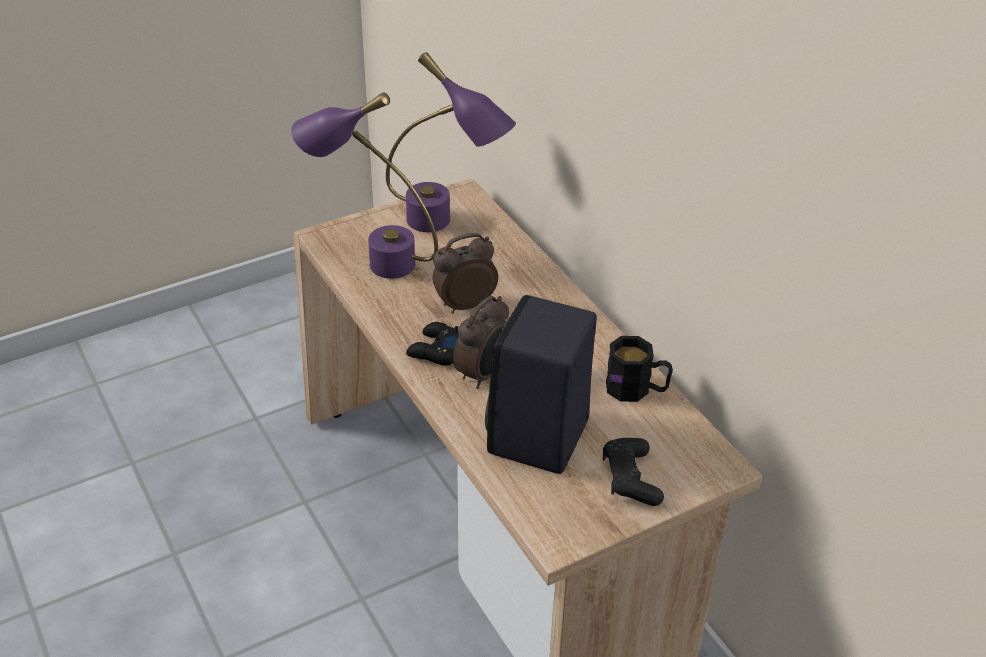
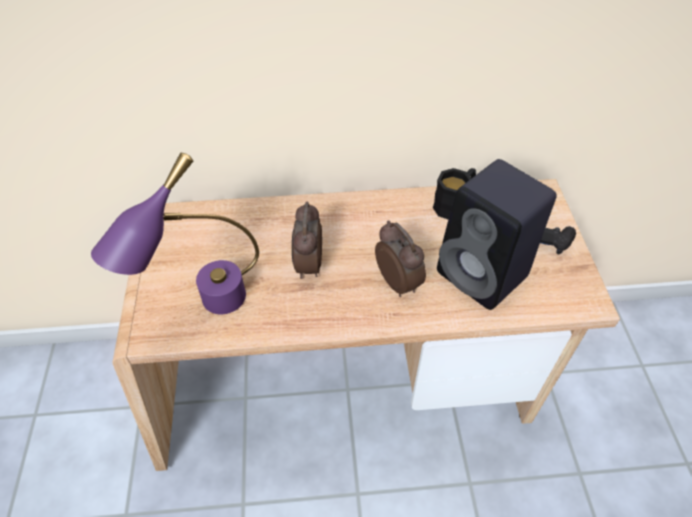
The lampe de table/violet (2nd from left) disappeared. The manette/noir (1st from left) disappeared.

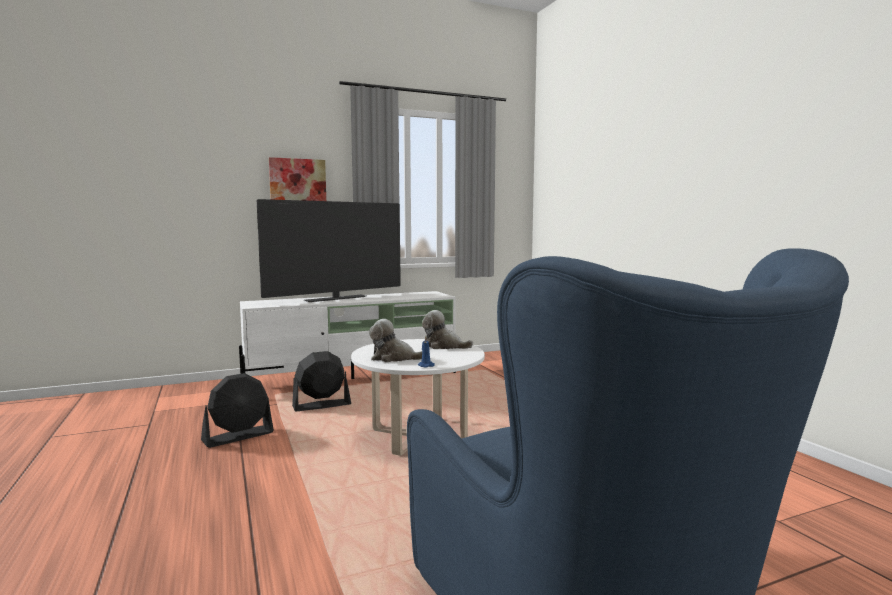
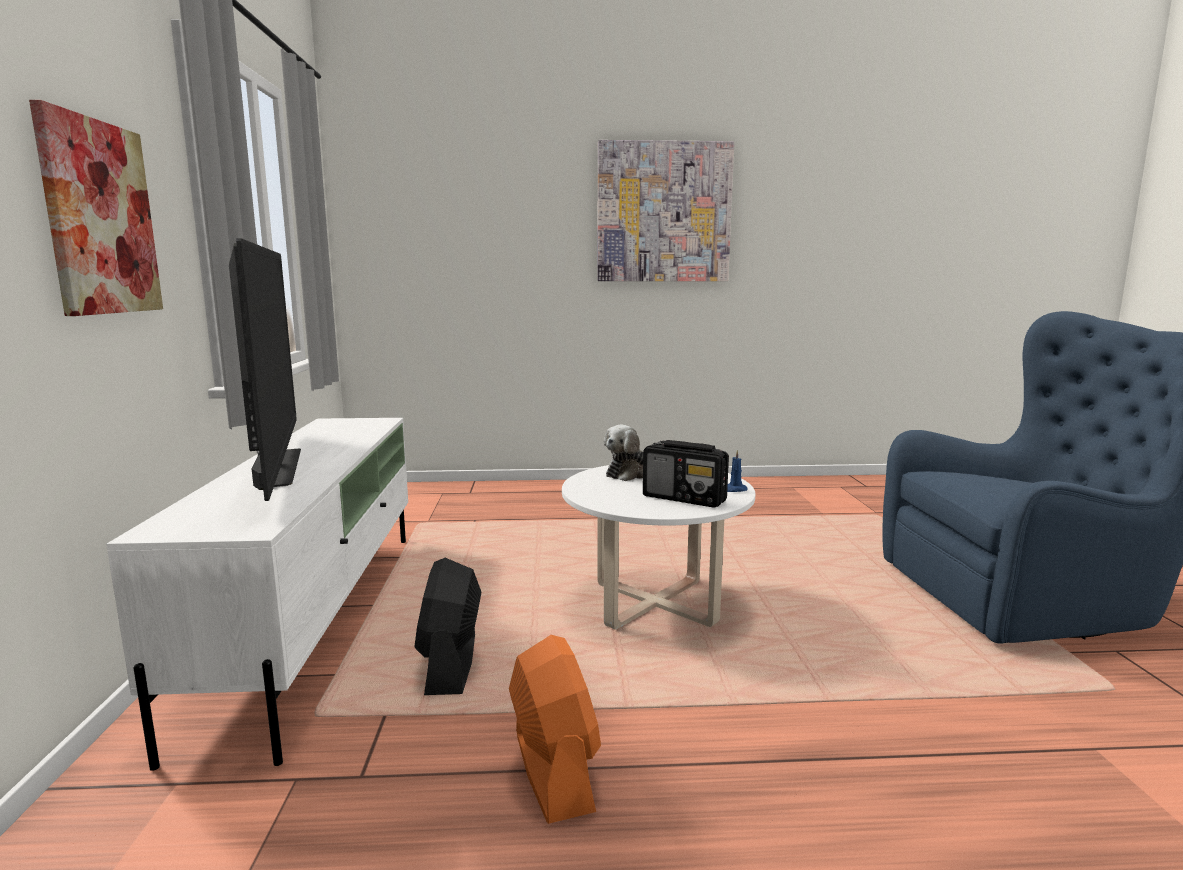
The peluche (1st from left) was replaced by the radio. The ventilateur/noir (1st from left) became the ventilateur/orange. The tableau (2nd from left) appeared.

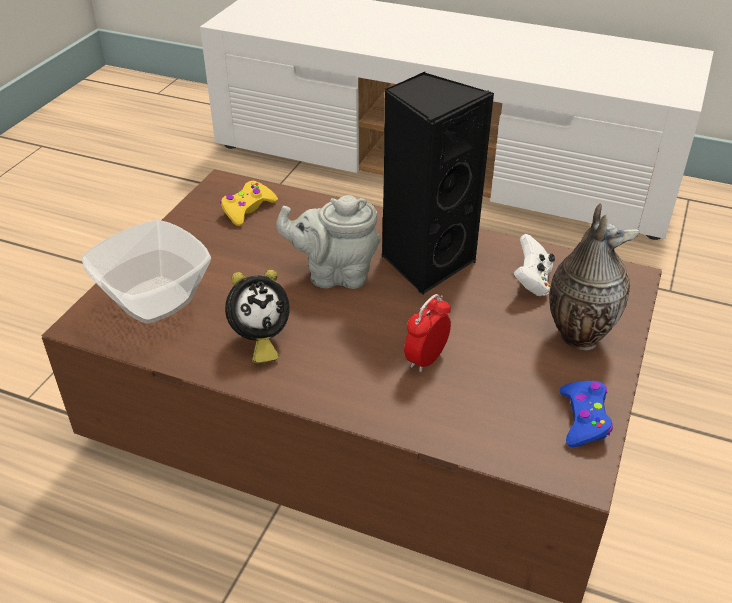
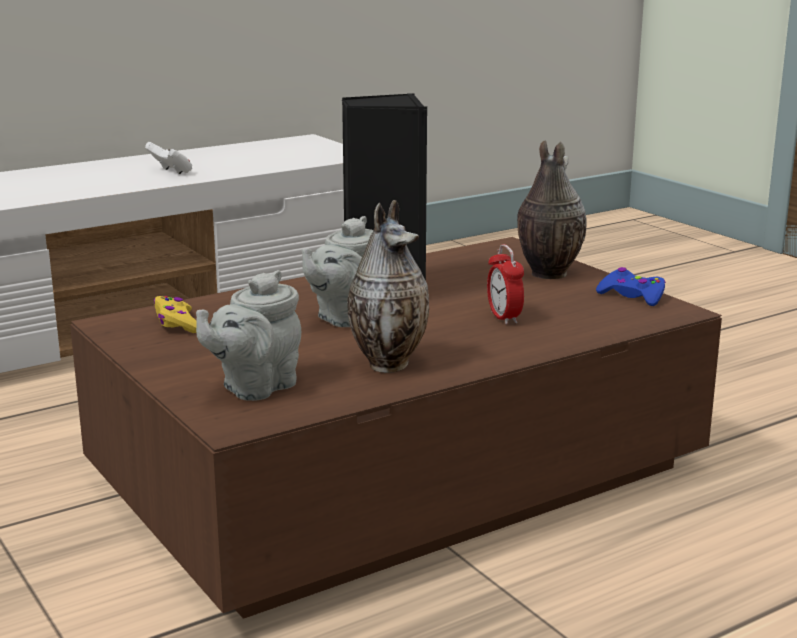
The bol was replaced by the théière/gris (1st from left). The manette/blanc moved. The réveil (1st from left) was replaced by the vase (1st from left).

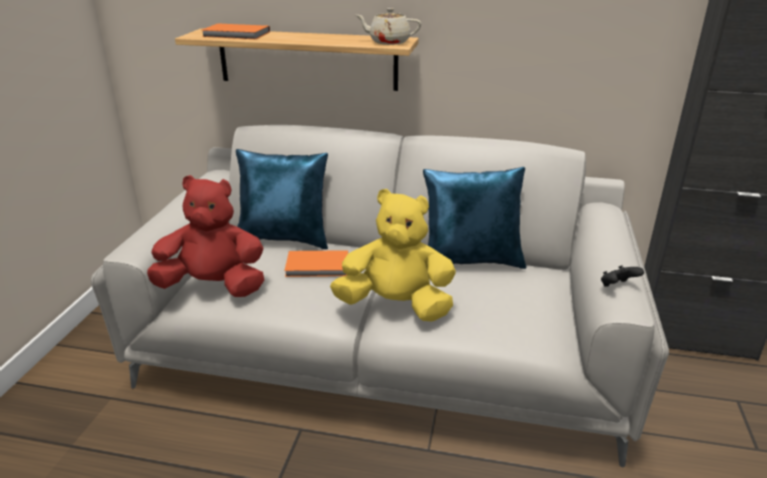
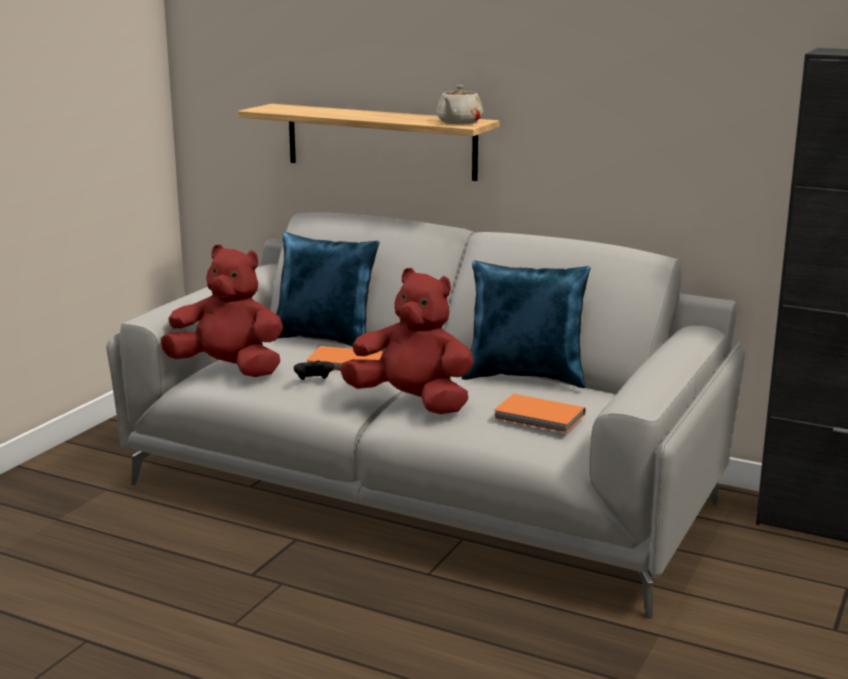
The théière/beige turned 90 degrees counterclockwise. The livre/orange (1st from left in the first image) moved. The peluche/jaune became the peluche/rouge (2nd from left). The manette/noir moved.

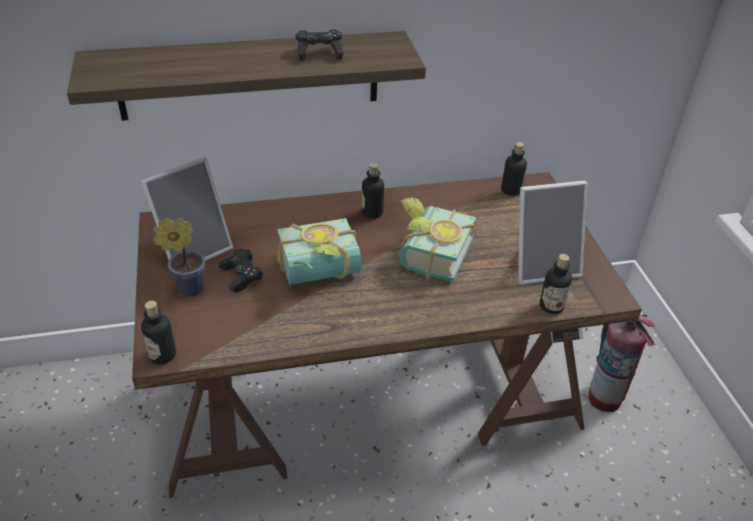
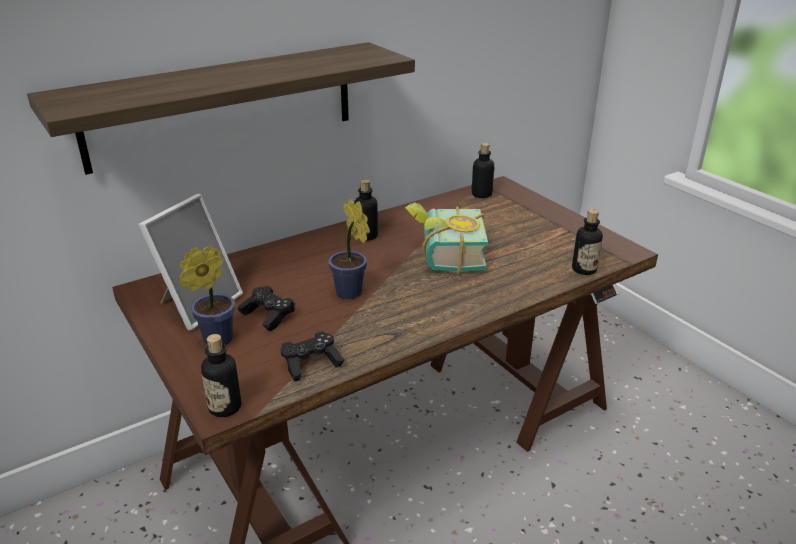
The manette/noir (2nd from left) moved. The cadre photo (2nd from left) disappeared. The livre (1st from left) was replaced by the plante en pot (2nd from left). The extincteur disappeared.

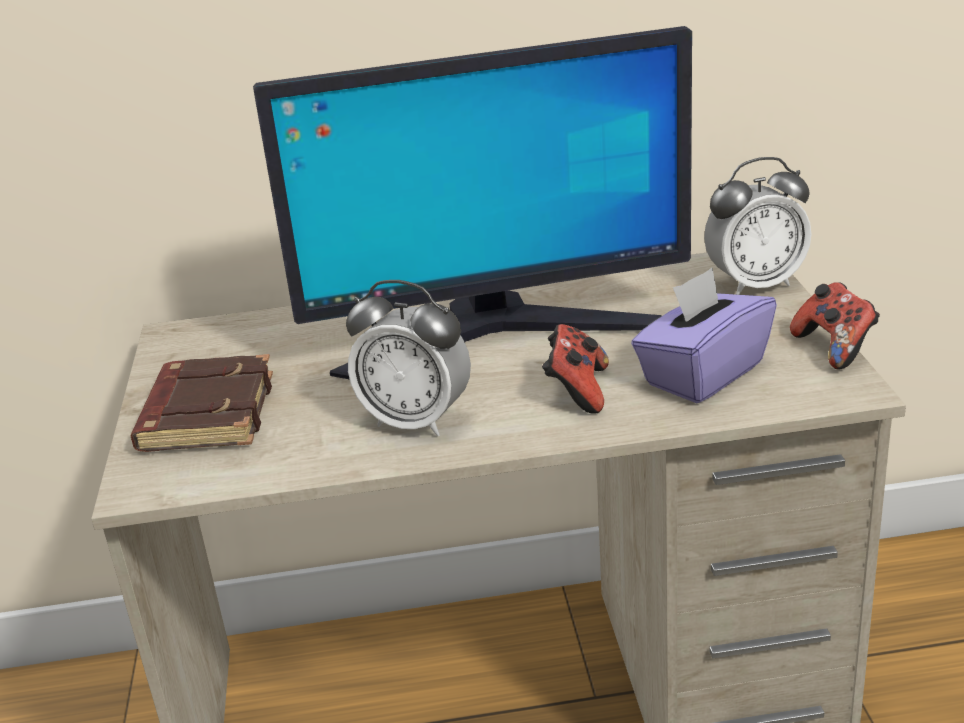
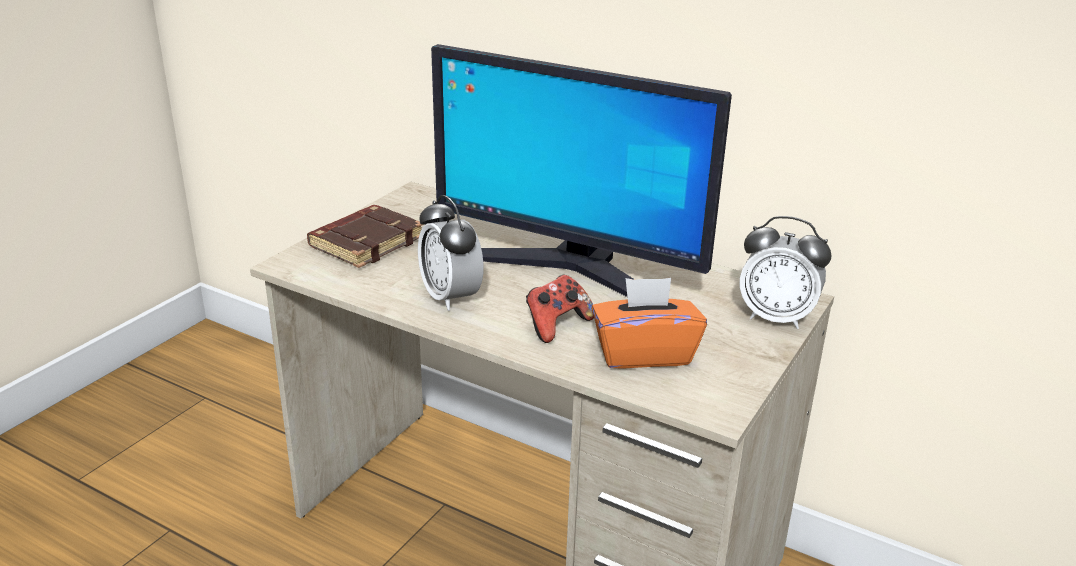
The boîte à mouchoirs/violet became the boîte à mouchoirs/orange. The manette (2nd from left) disappeared.

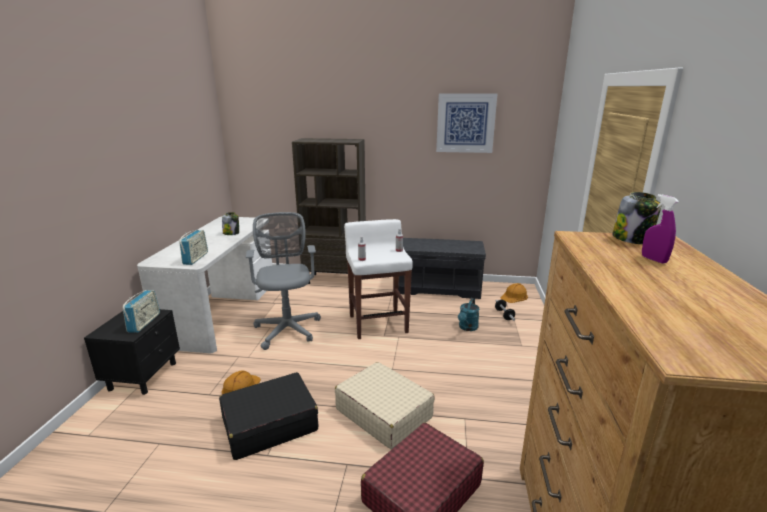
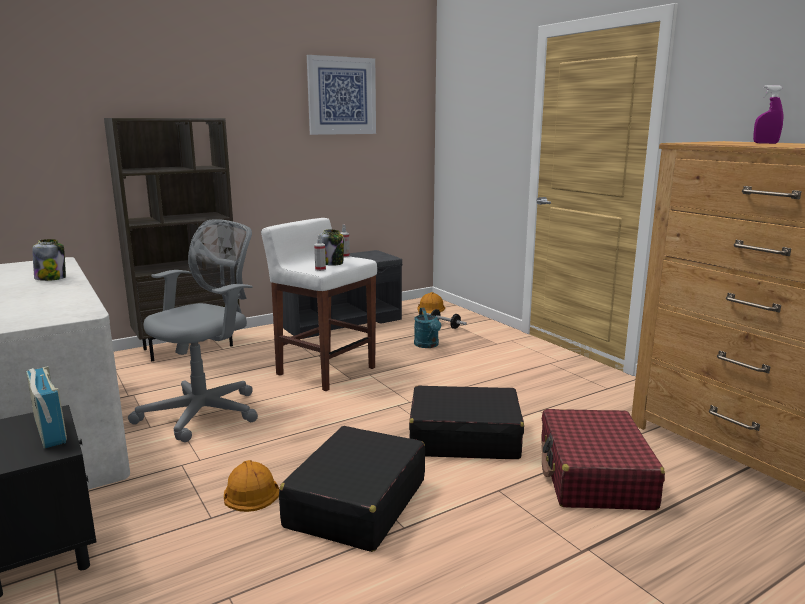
The bocal (2nd from left) moved. The chaise de bureau/gris turned 90 degrees clockwise. The radio (2nd from left) disappeared. The valise/beige became the valise/noir (2nd from left).

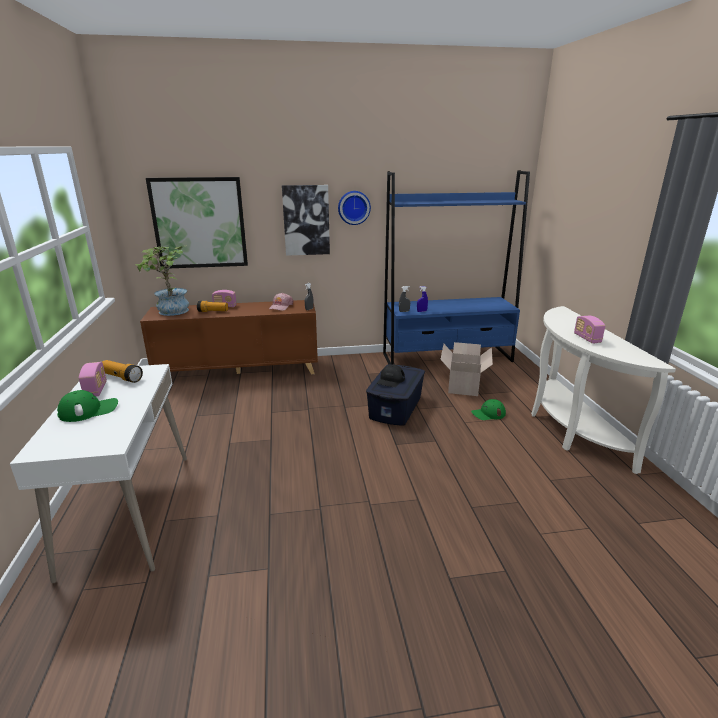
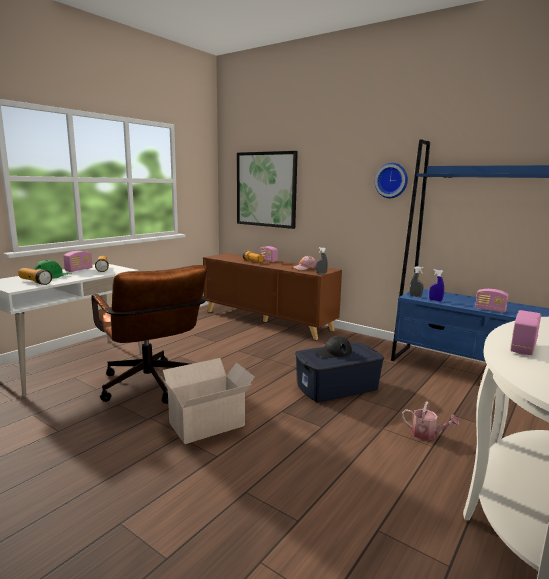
The tableau (2nd from left) disappeared. The plante en pot disappeared. The carton moved. The casquette/vert (2nd from left) was replaced by the arrosoir. The chaise de bureau/marron appeared. The lampe de poche (1st from left) appeared. The radio (3rd from left) appeared.

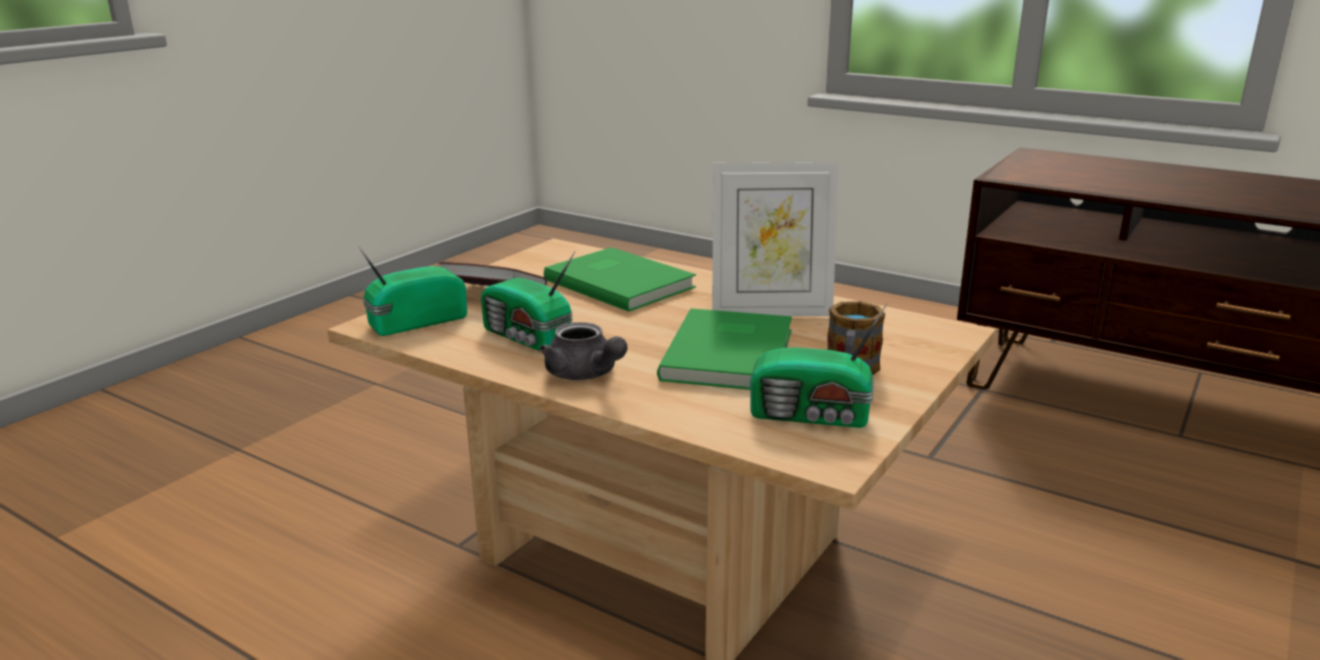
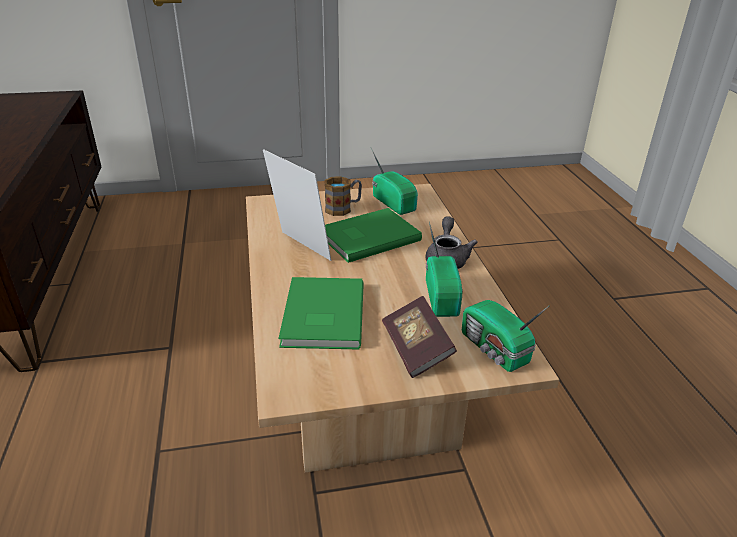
The radio (1st from left in the first image) turned 45 degrees clockwise.

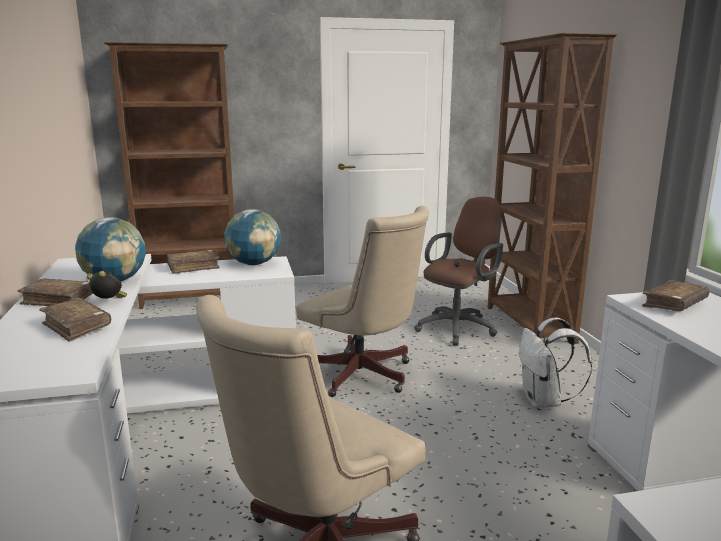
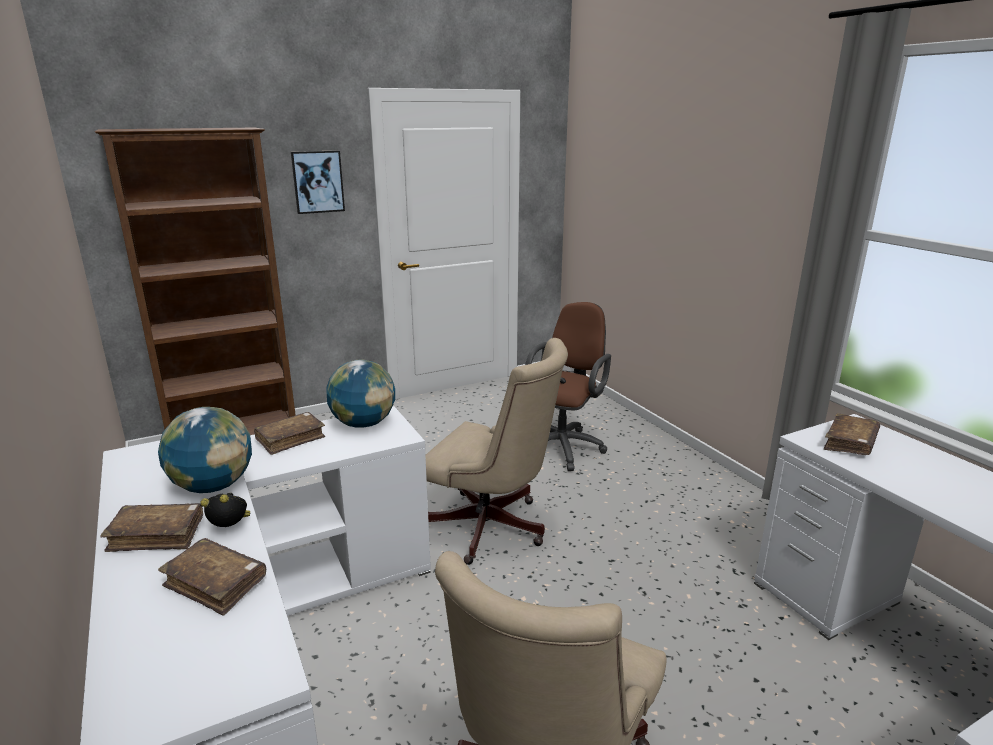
The bibliothèque/marron (2nd from left) disappeared. The sac à dos/blanc disappeared. The tableau appeared.

